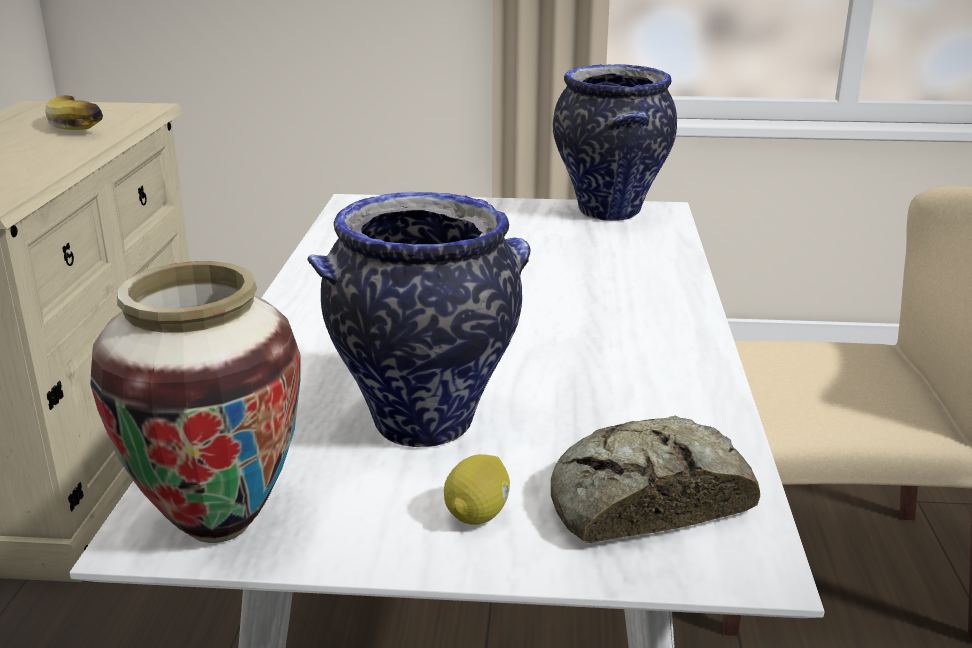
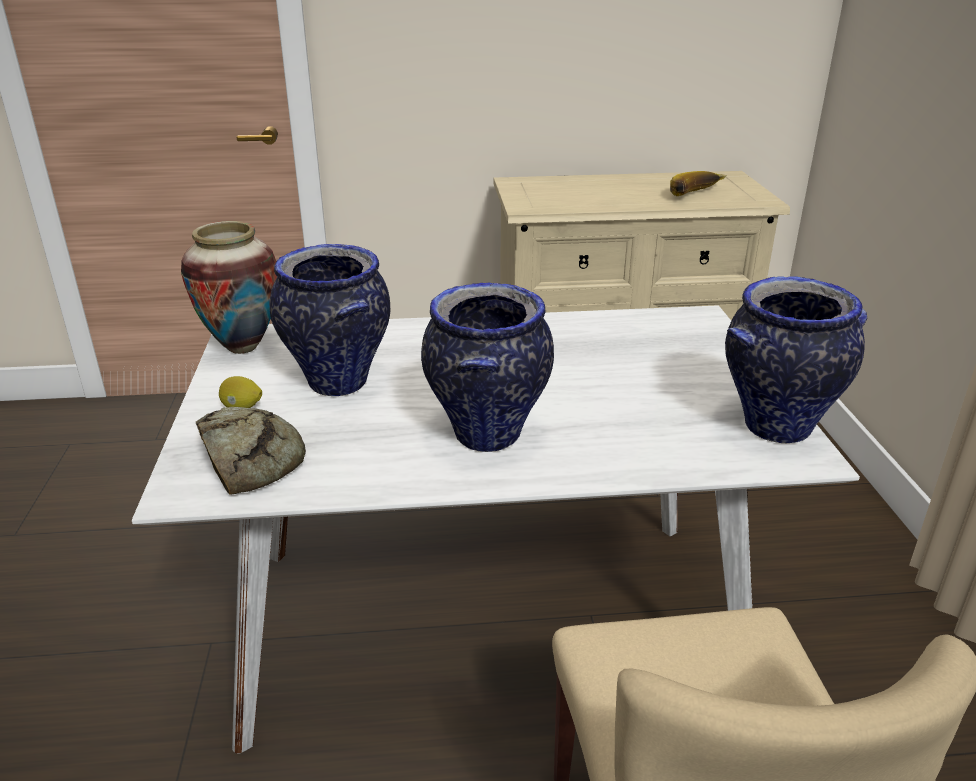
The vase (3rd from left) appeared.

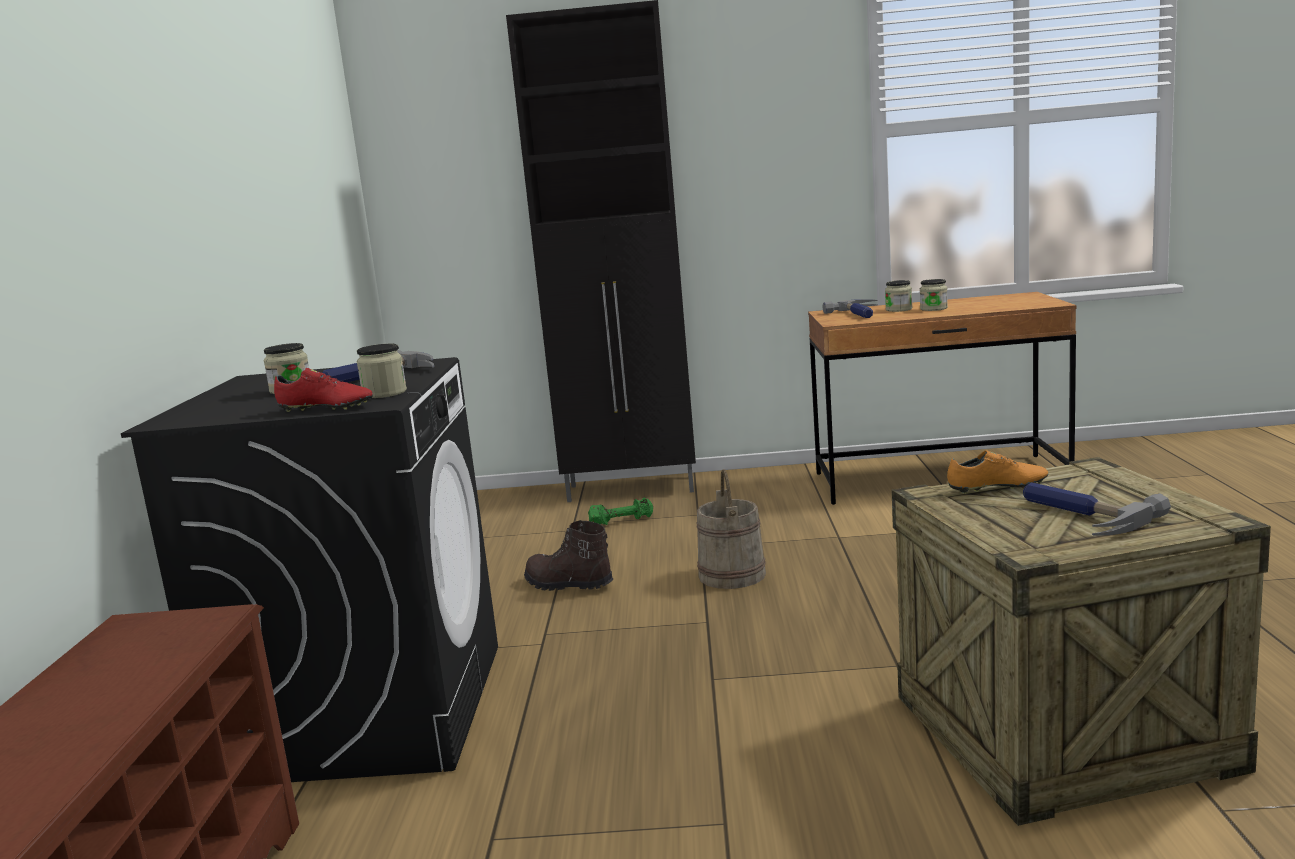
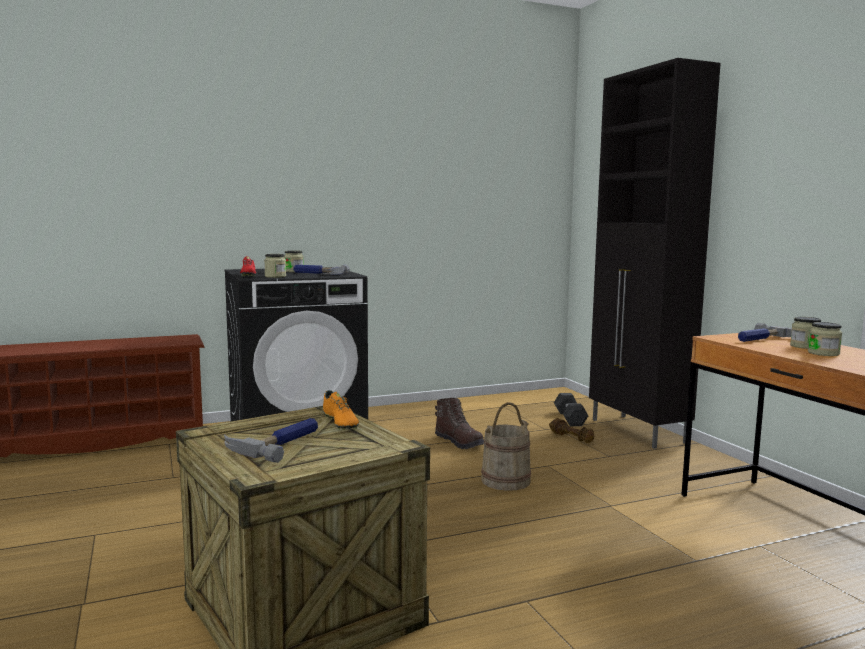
The haltère/vert became the haltère/marron. The botte/marron turned 135 degrees clockwise. The haltère/gris appeared.

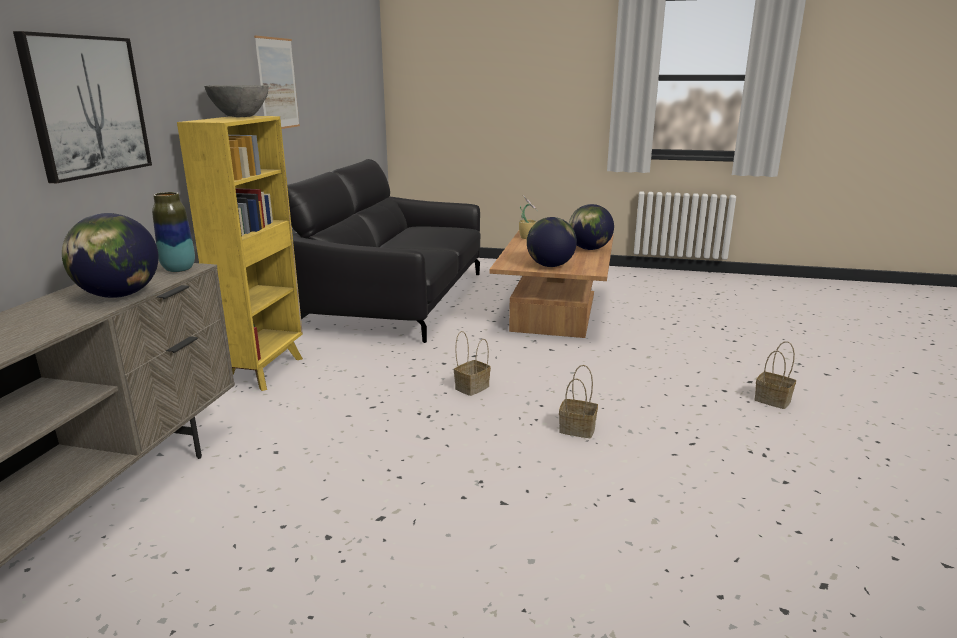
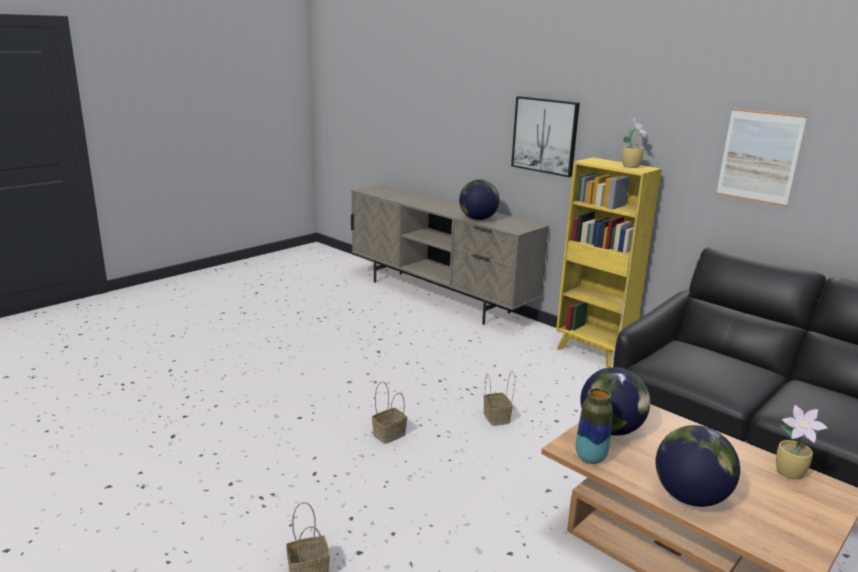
The bol/gris was replaced by the plante en pot (1st from left). The vase moved.

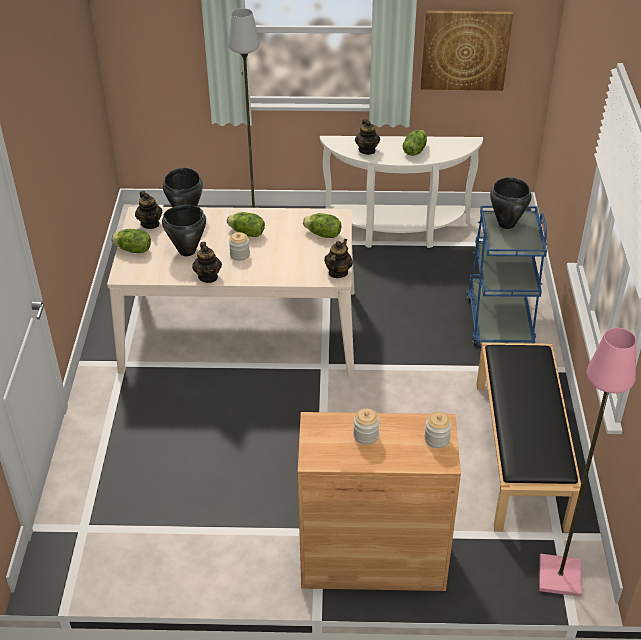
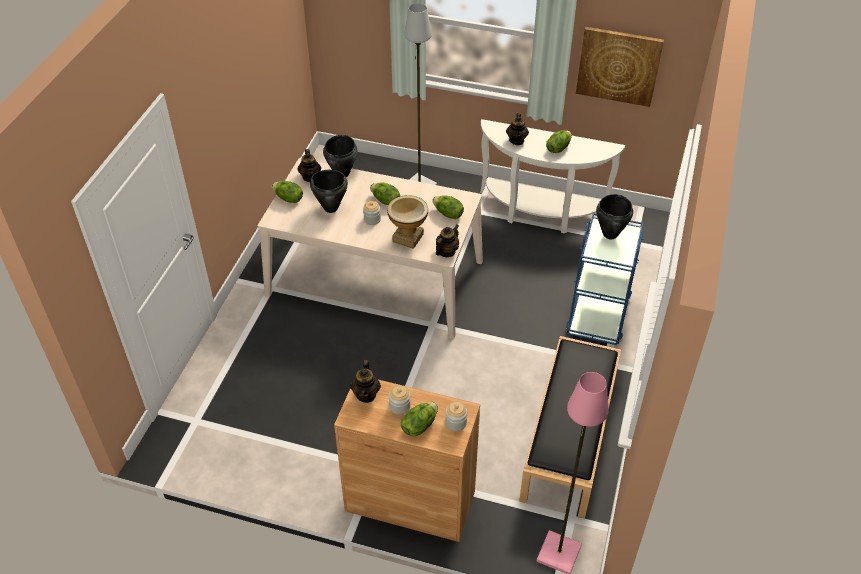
The théière (2nd from left) moved. The vase appeared. The laitue (3rd from left) appeared.

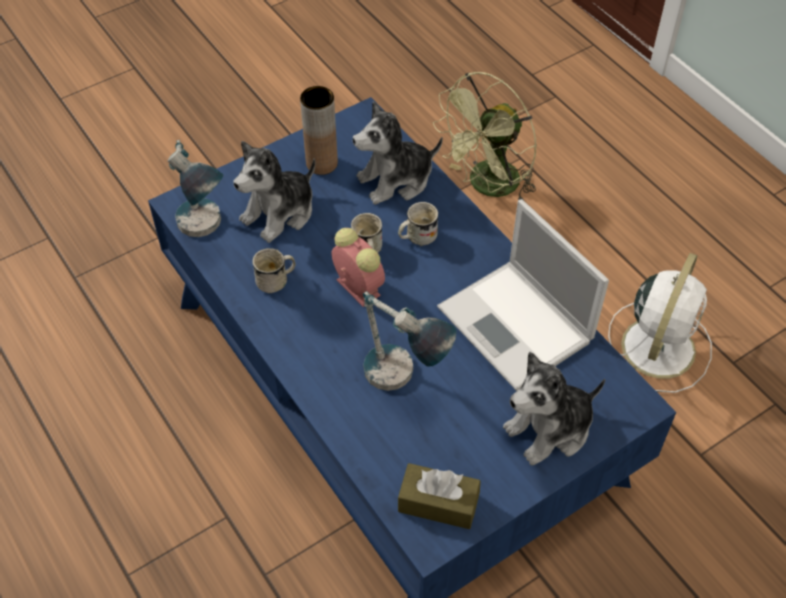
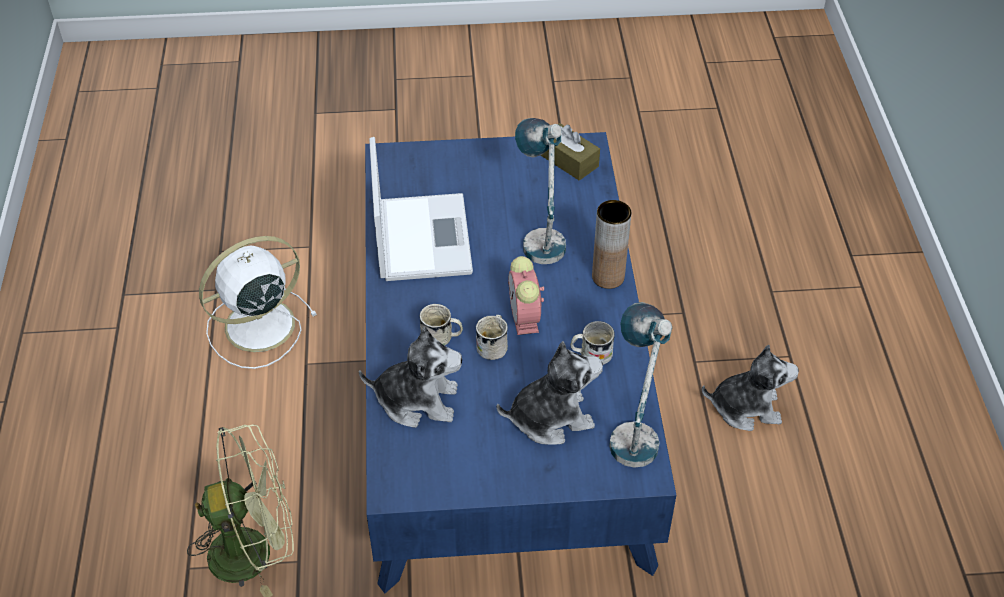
The vase/marron moved. The peluche (3rd from left) moved.

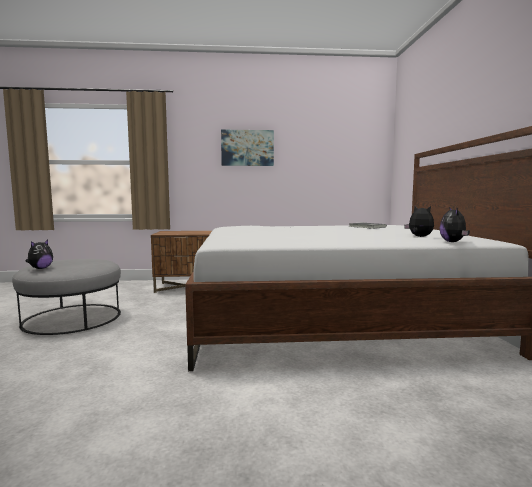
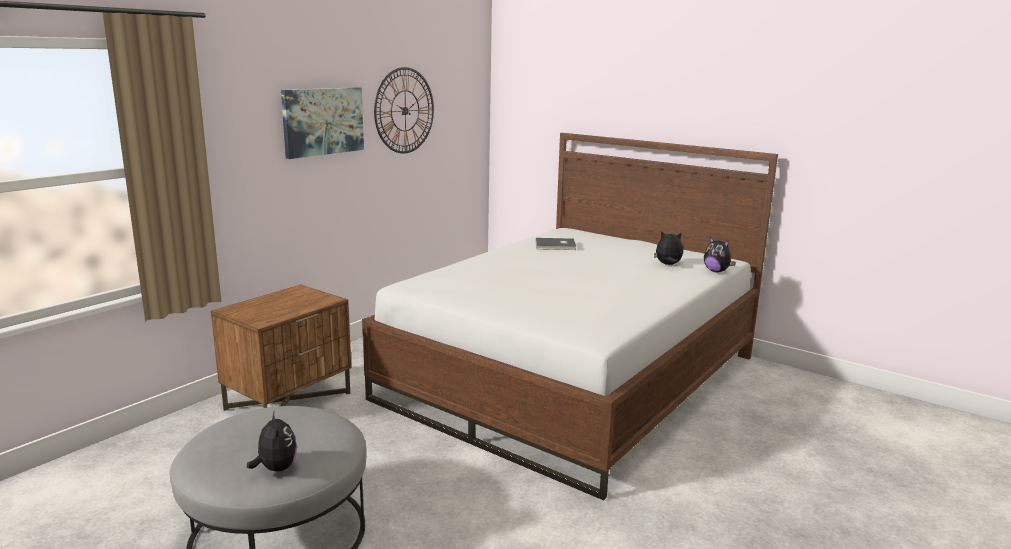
The horloge murale appeared.

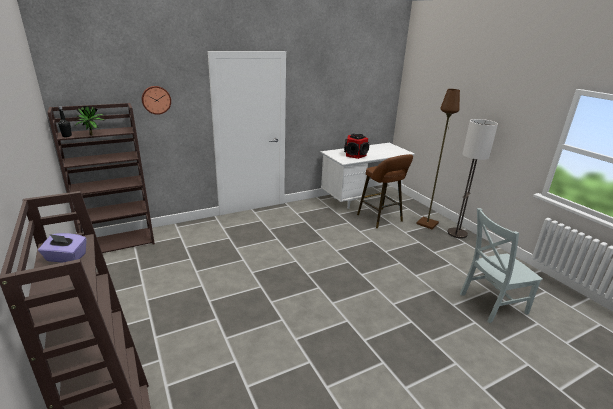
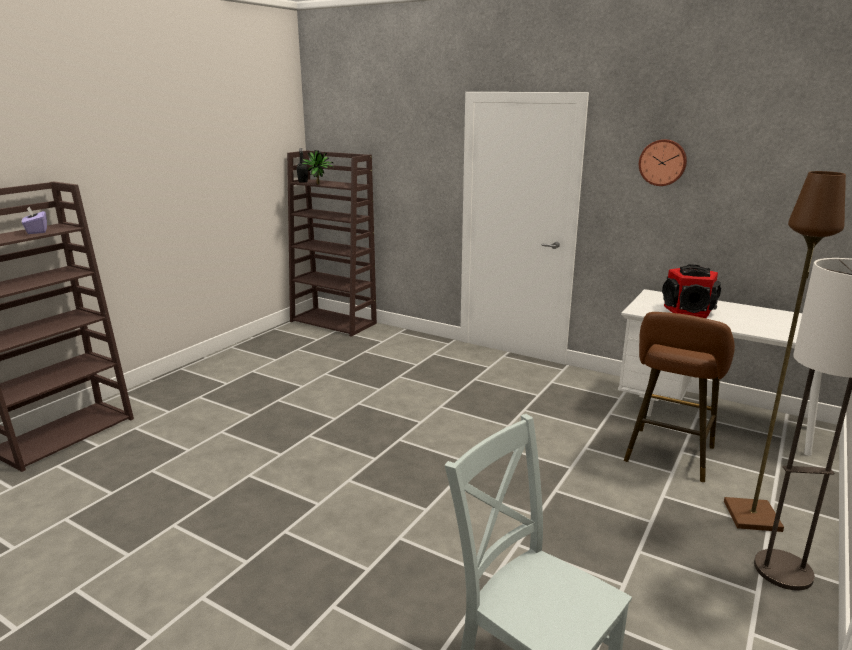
The horloge murale moved.

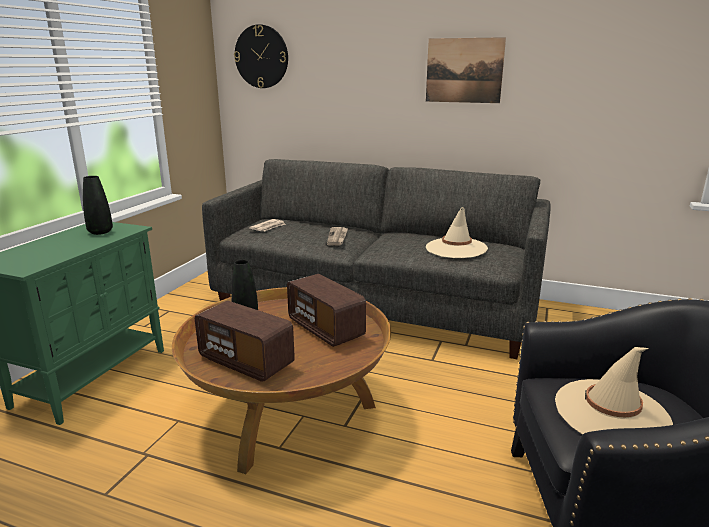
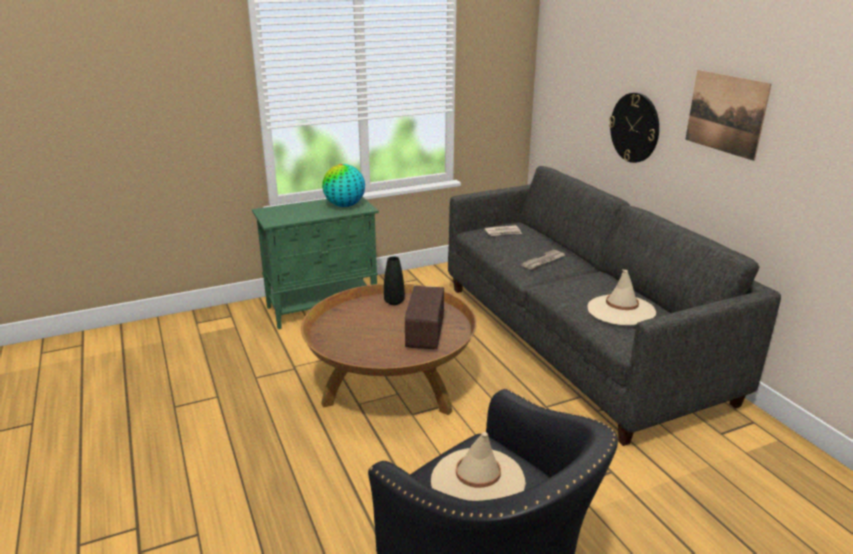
The horloge murale moved. The vase/noir (1st from left) was replaced by the globe. The radio (1st from left) disappeared.

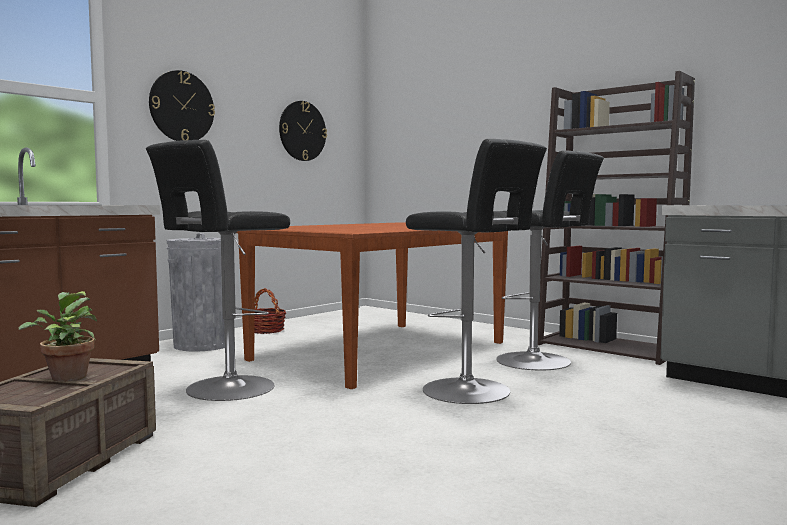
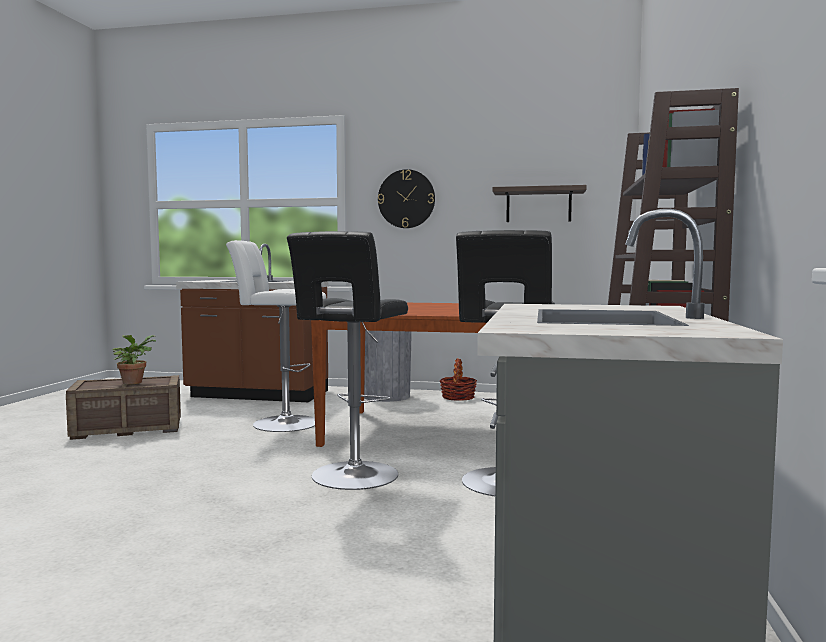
The horloge murale (2nd from left) was replaced by the étagère. The tabouret/noir (1st from left) became the tabouret/blanc.

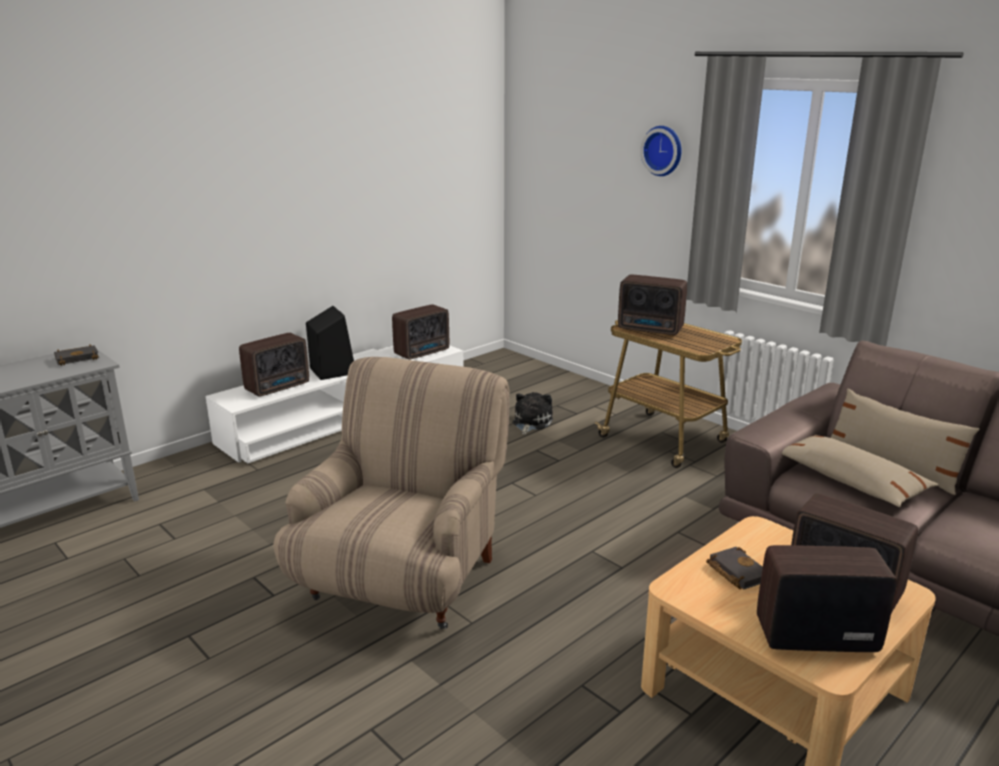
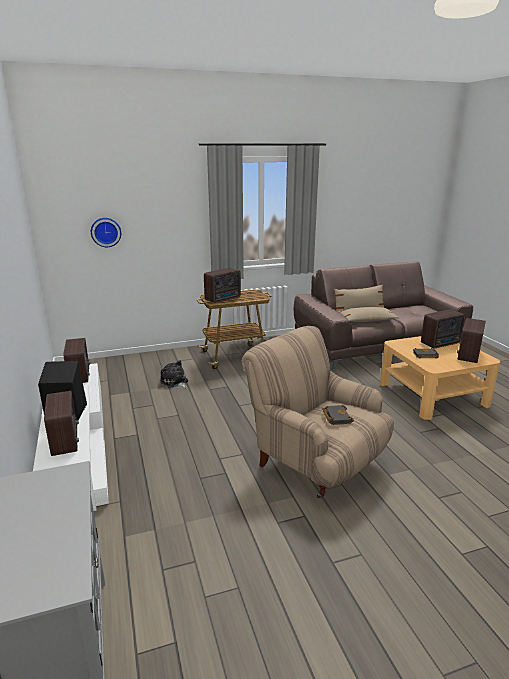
The horloge murale moved. The livre/noir (1st from left) moved.

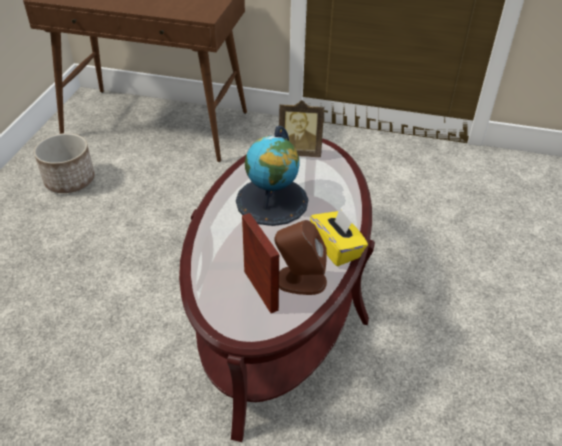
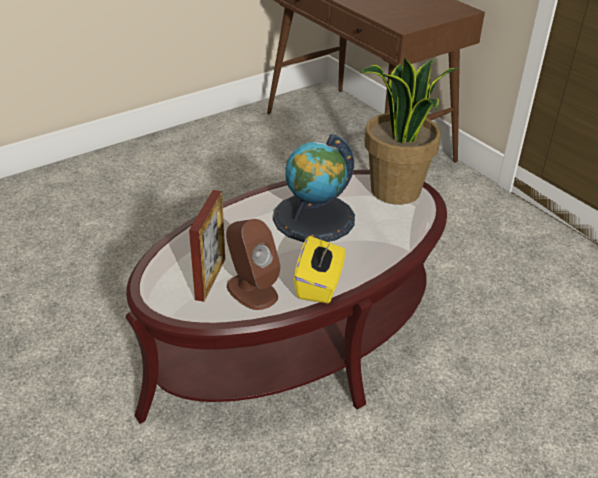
The cadre photo (2nd from left) was replaced by the plante en pot. The cache-pot disappeared.

